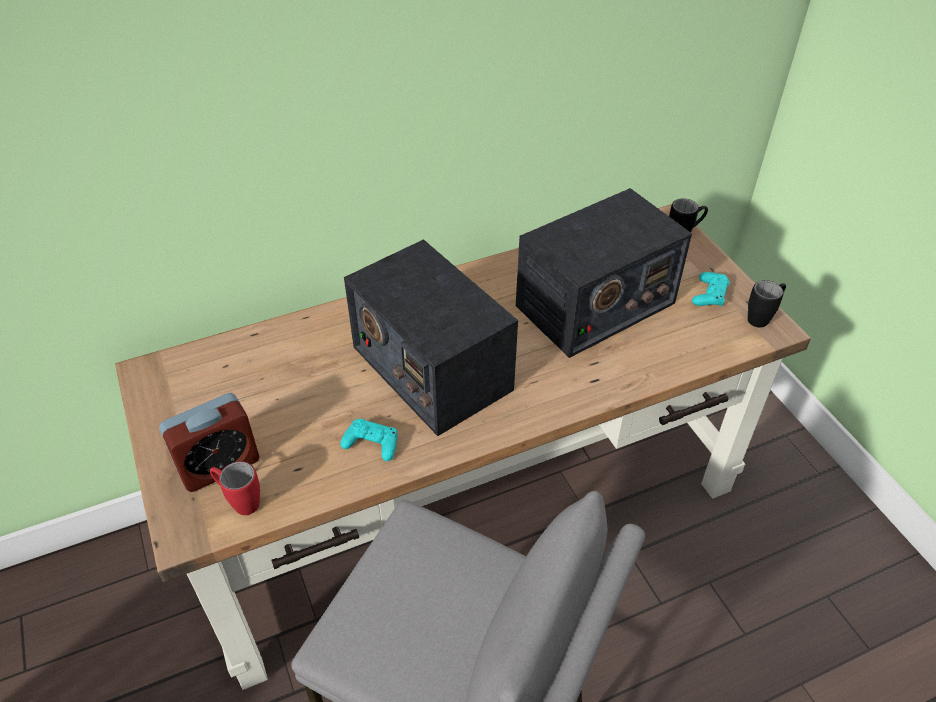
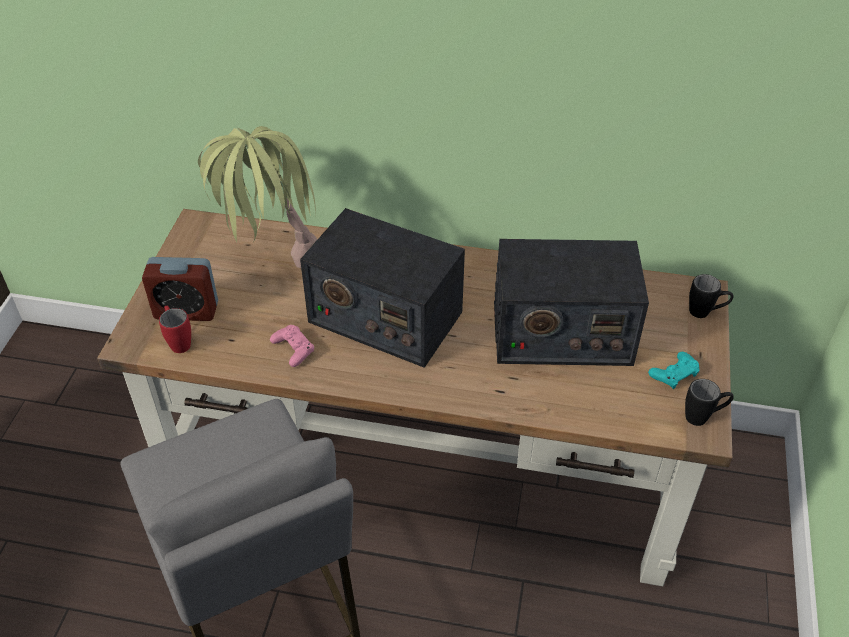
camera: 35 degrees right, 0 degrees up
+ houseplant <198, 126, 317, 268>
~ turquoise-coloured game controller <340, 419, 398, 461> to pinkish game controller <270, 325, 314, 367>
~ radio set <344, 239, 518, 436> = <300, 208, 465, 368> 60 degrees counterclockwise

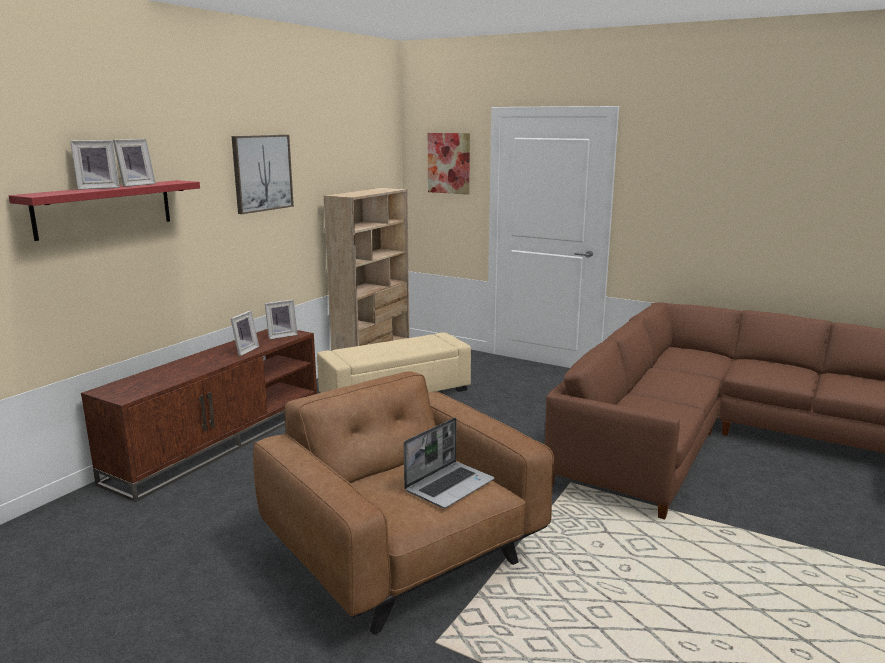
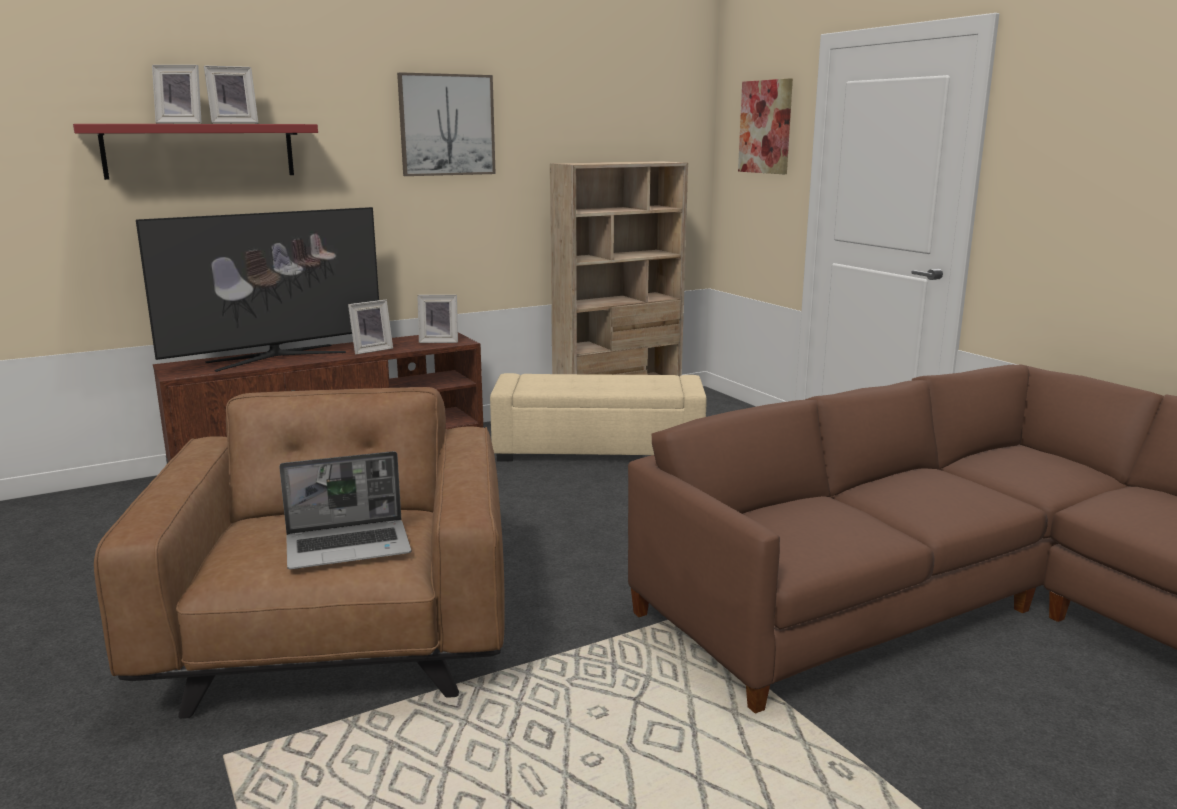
camera: 30 degrees right, 0 degrees up
+ TV set <136, 207, 379, 372>

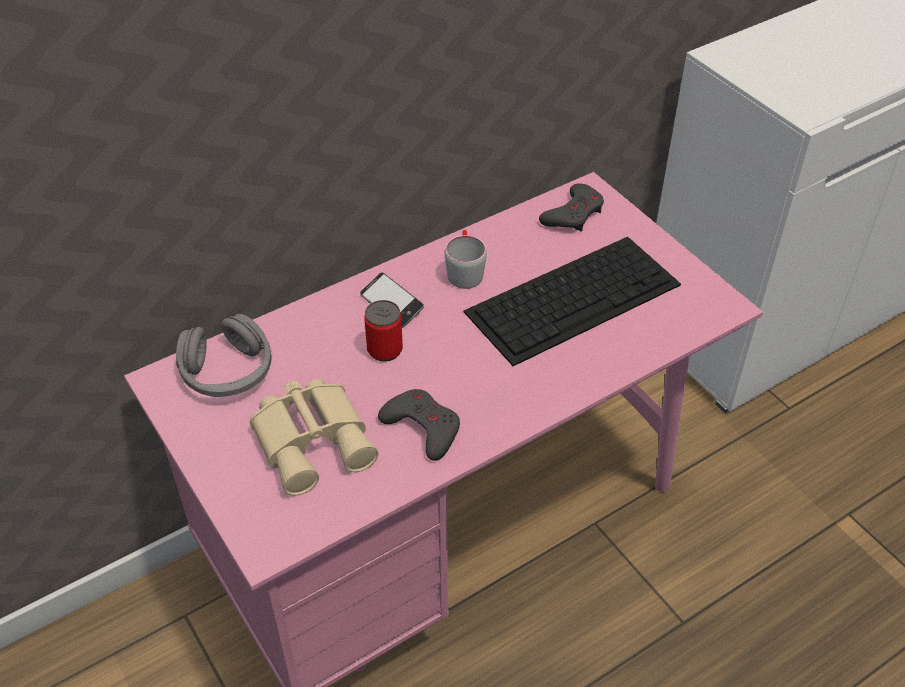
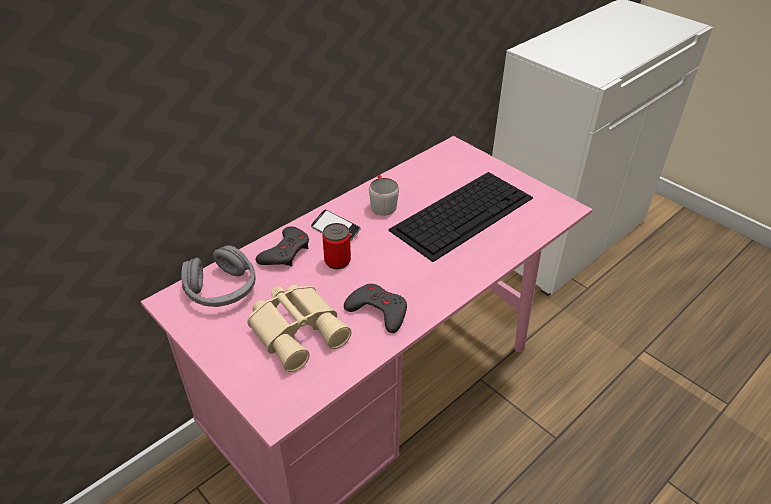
camera: 10 degrees left, 5 degrees down
~ grey game controller <539, 183, 604, 231> to <256, 226, 309, 266>

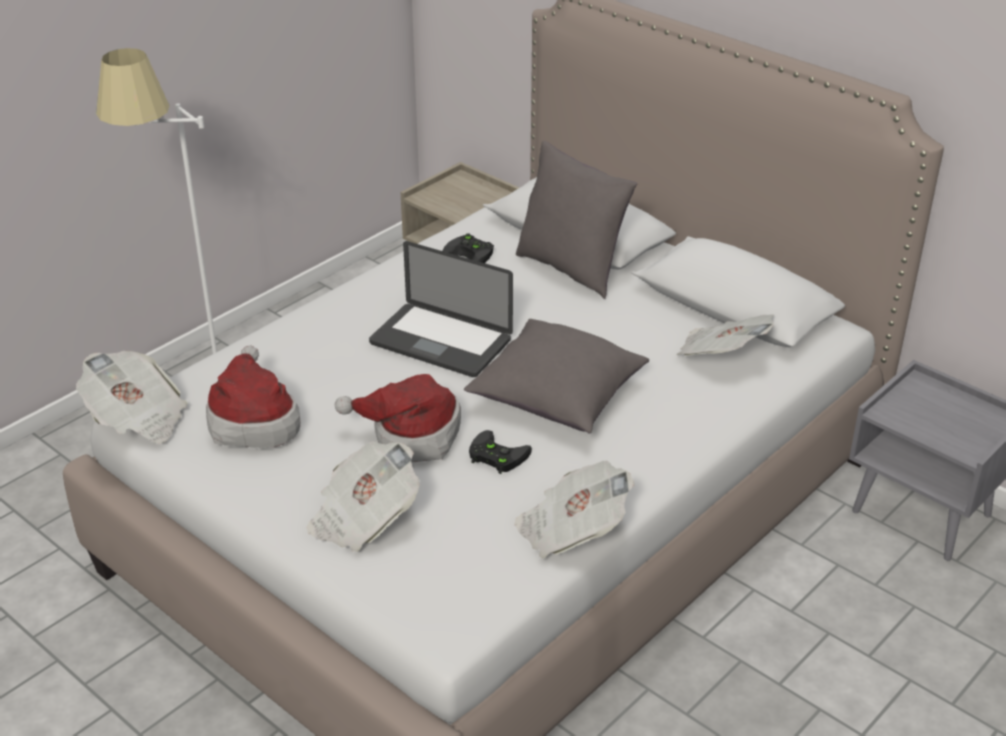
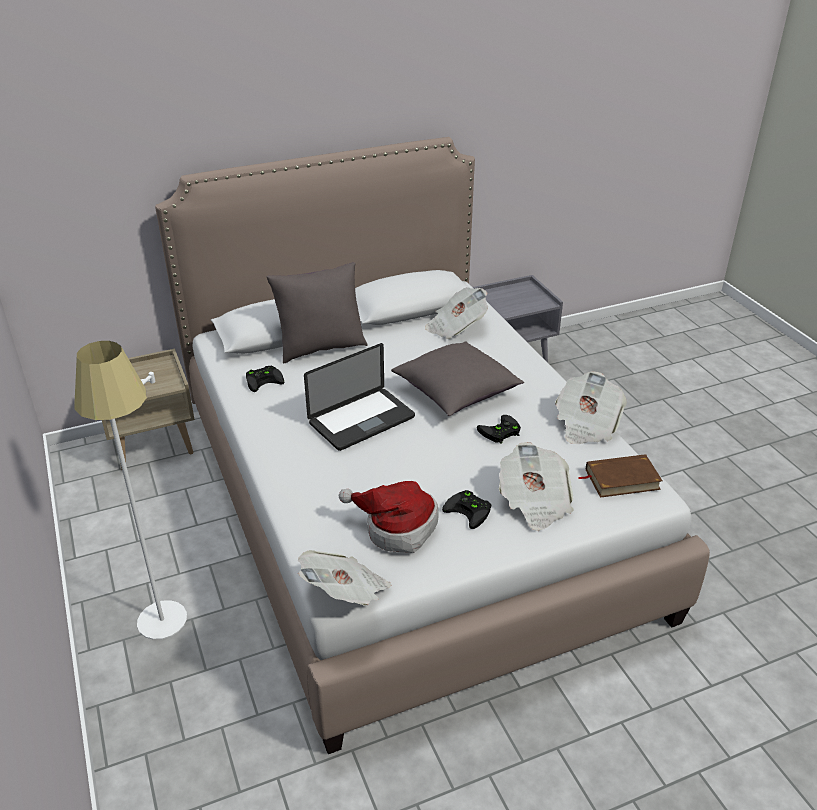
camera: 65 degrees left, 0 degrees up
+ black-coloured game controller <442, 490, 491, 529>
+ brown bound book <578, 454, 663, 498>
- wearable hat <335, 374, 461, 462>

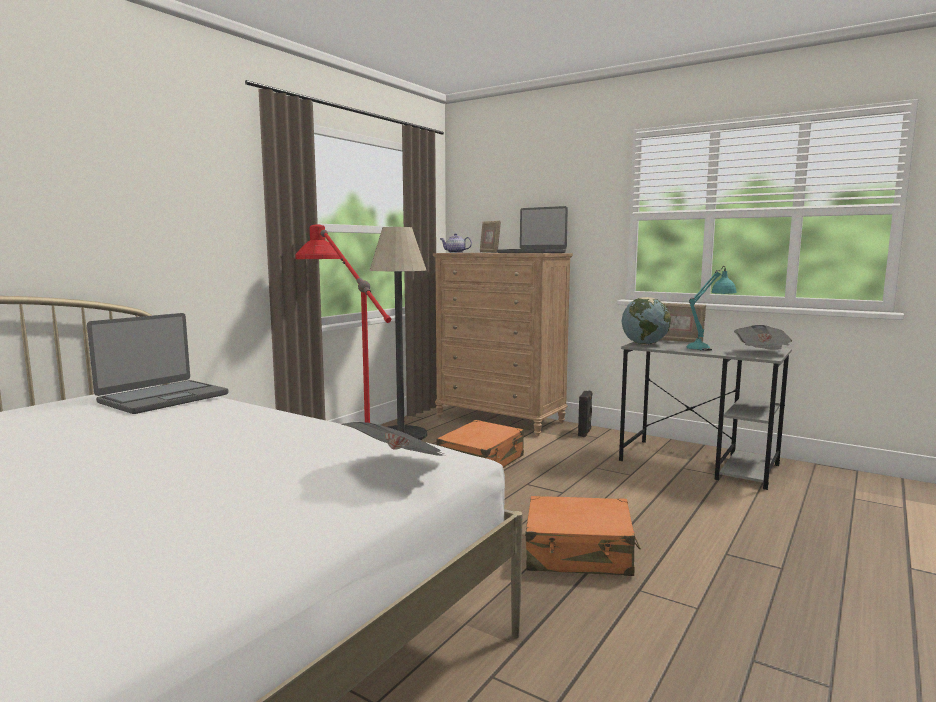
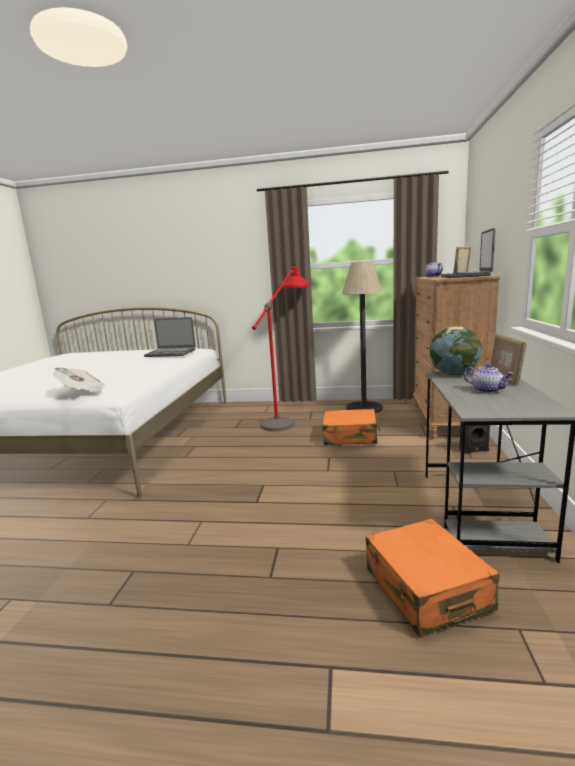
camera: 65 degrees right, 5 degrees up
~ orange travel case <525, 496, 641, 576> to <366, 519, 499, 637>
~ turquoise-coloured lamp for a table <686, 266, 737, 351> to pot for tea <464, 363, 514, 393>
- daily paper <734, 325, 792, 350>

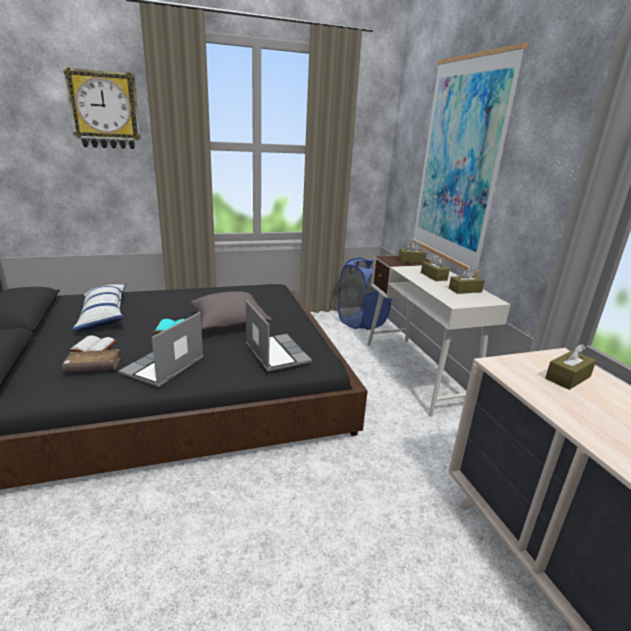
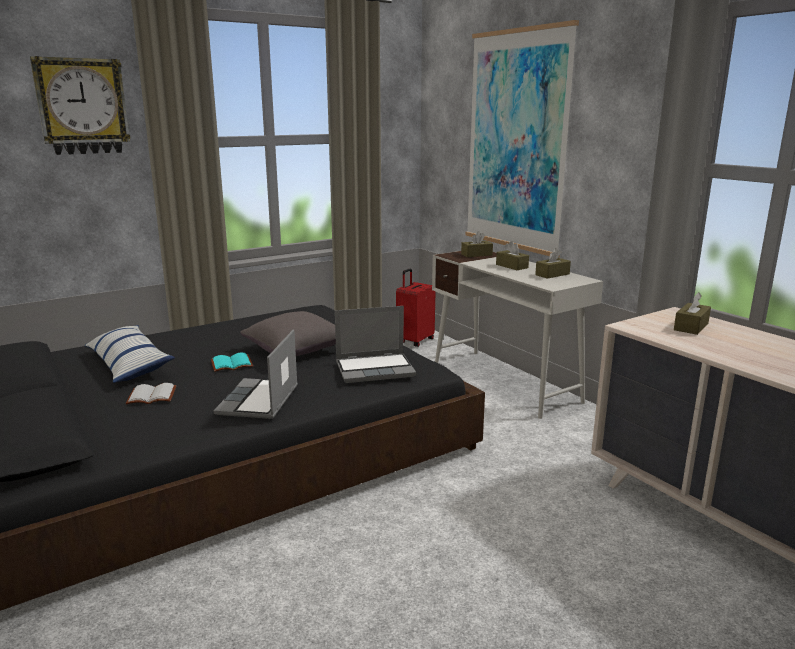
camera: 15 degrees left, 5 degrees down
~ portable computer <246, 300, 312, 372> = <335, 306, 416, 383> 120 degrees clockwise
~ bluish laundry basket <338, 257, 392, 330> to reddish travel case <396, 268, 436, 347>
- brown bound book <62, 349, 121, 373>

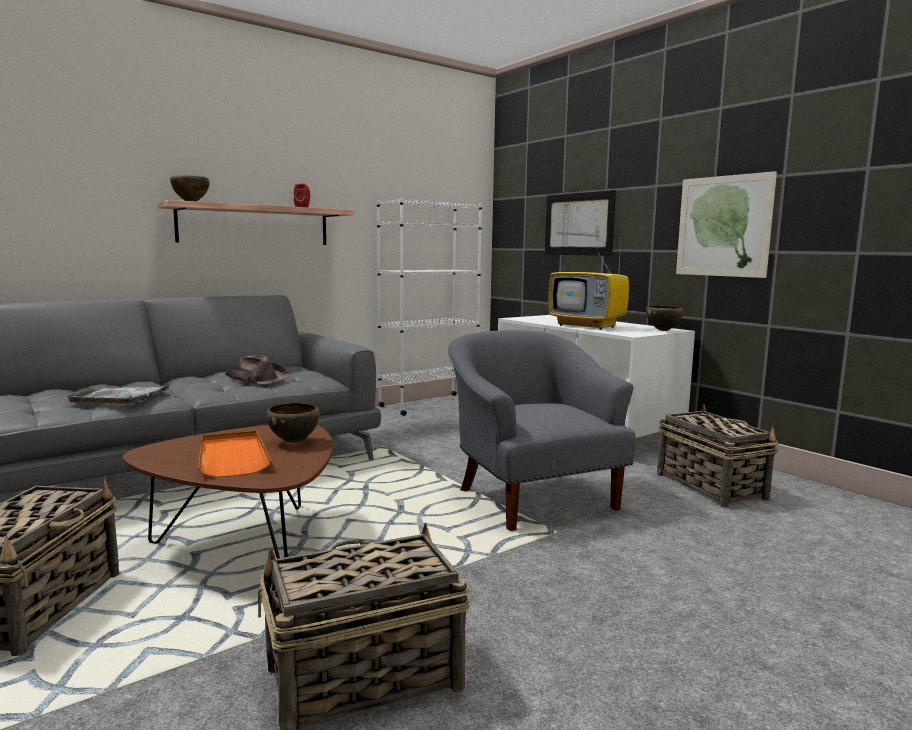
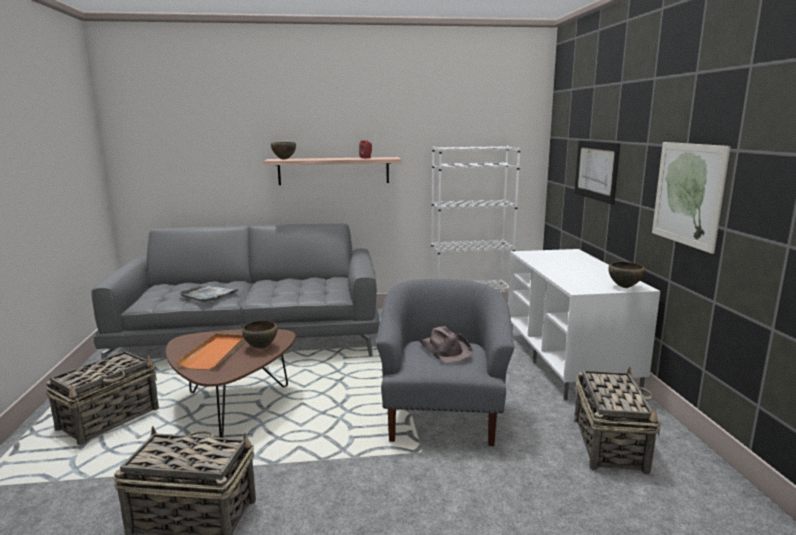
camera: 30 degrees right, 5 degrees up
~ brown wearable hat <225, 355, 289, 385> to <419, 326, 473, 363>
- TV set <548, 244, 629, 330>

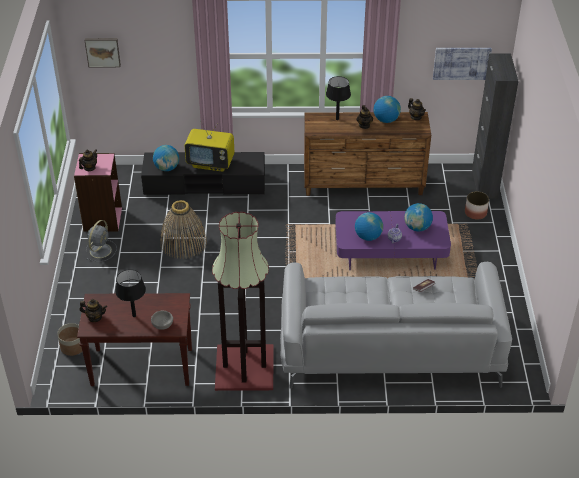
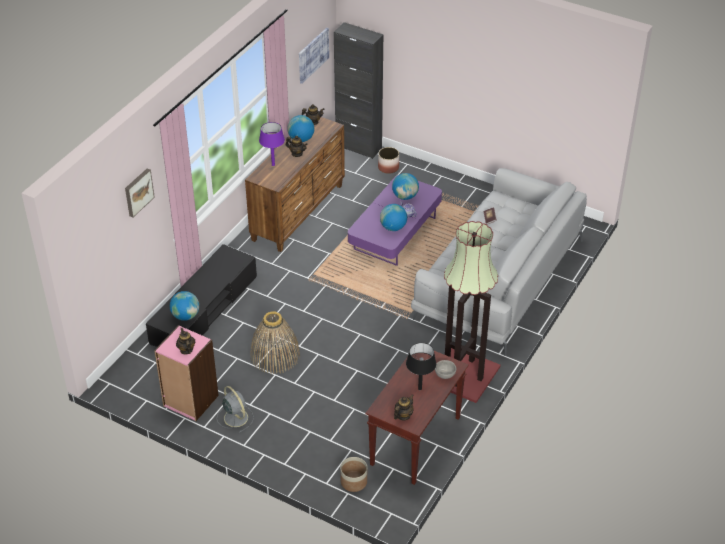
camera: 60 degrees left, 0 degrees up
~ wall art <84, 38, 121, 67> to <125, 168, 155, 217>
~ black-coloured lamp for a table <326, 76, 351, 120> to purple lamp for a table <259, 122, 285, 166>
- TV set <184, 120, 234, 172>

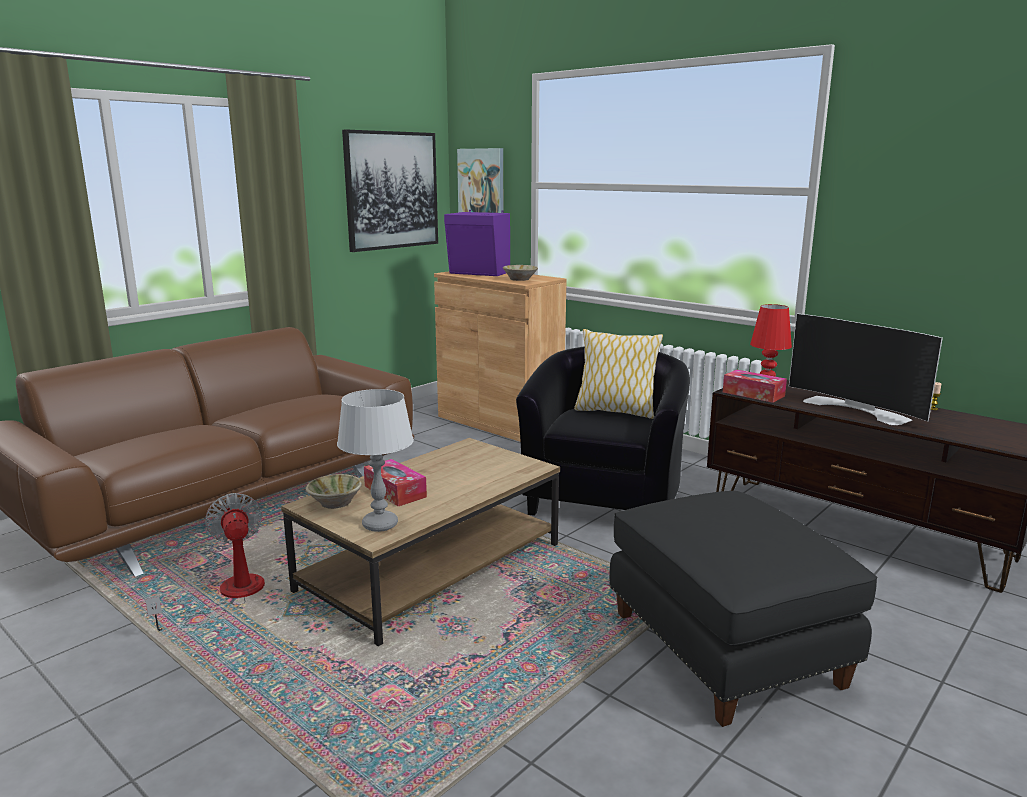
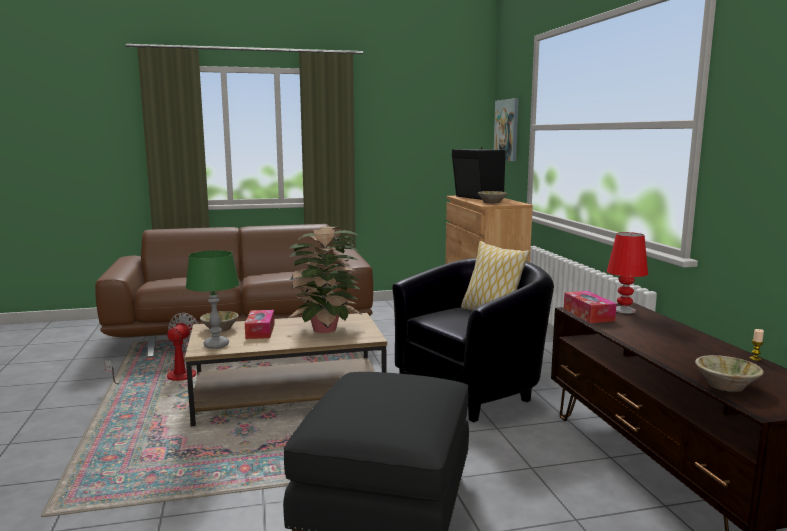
camera: 35 degrees right, 5 degrees down
~ grey lamp for a table <337, 389, 414, 532> to green lamp for a table <186, 250, 240, 349>
+ houseplant <286, 226, 363, 333>
~ purple loudspeaker <444, 210, 510, 276> to black-coloured loudspeaker <452, 147, 506, 200>
+ beige deep dish <695, 355, 764, 392>
- wall art <342, 130, 438, 252>
- TV set <789, 313, 943, 425>

